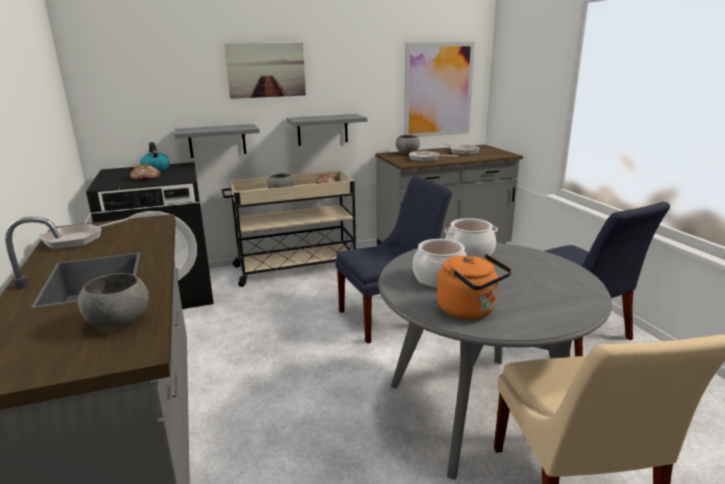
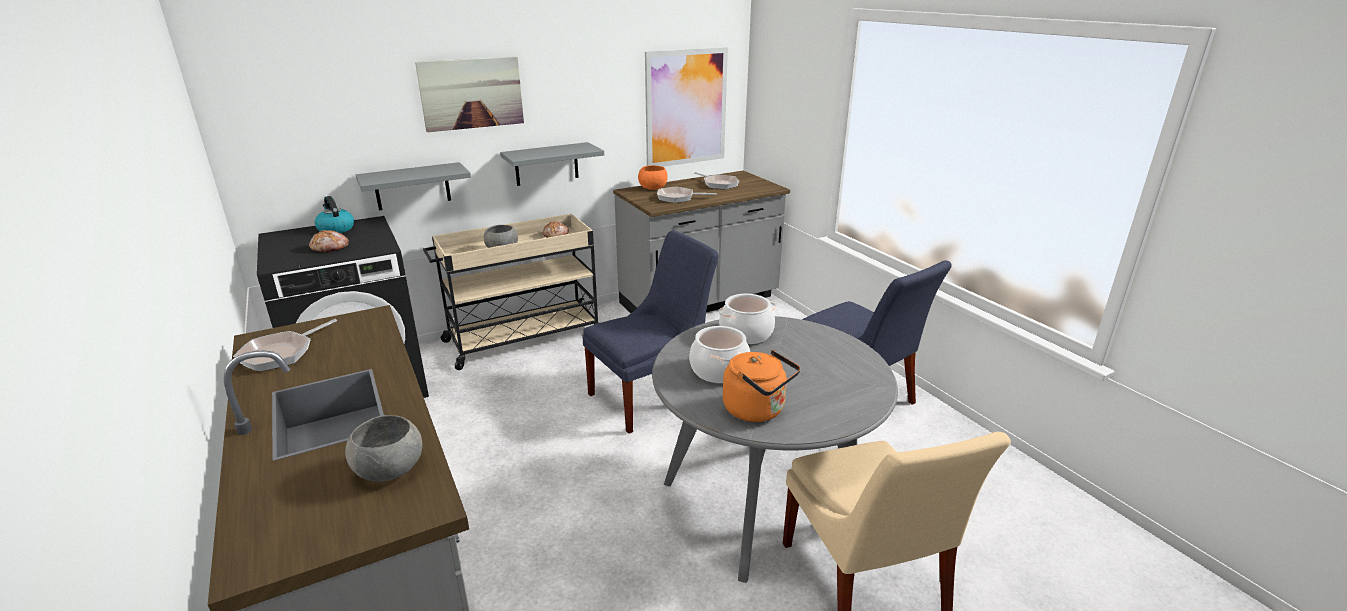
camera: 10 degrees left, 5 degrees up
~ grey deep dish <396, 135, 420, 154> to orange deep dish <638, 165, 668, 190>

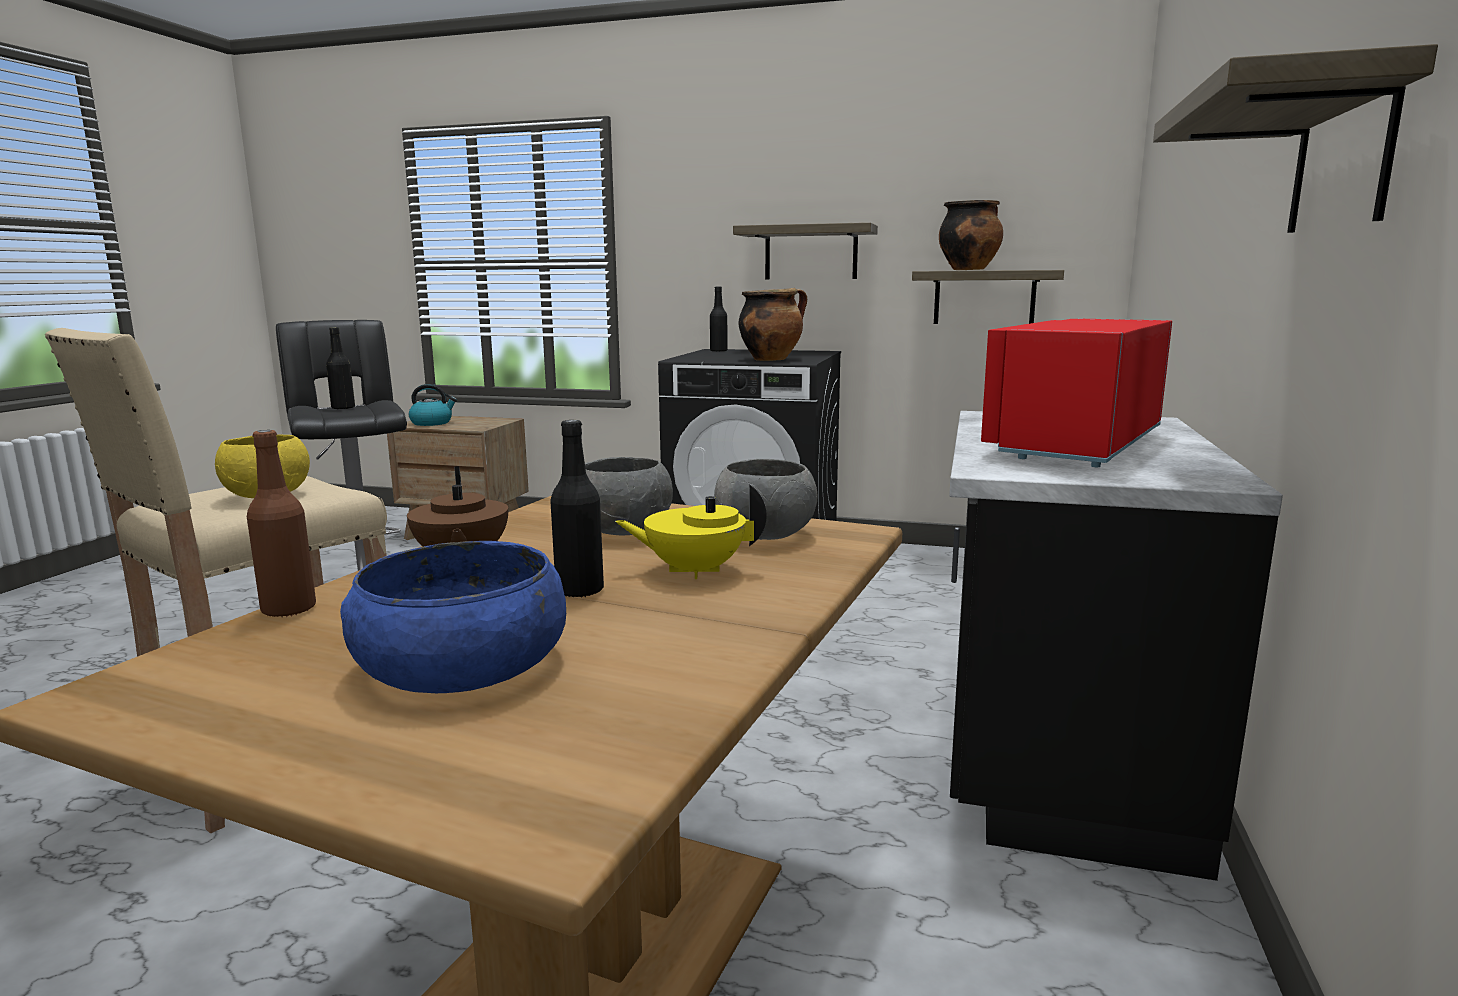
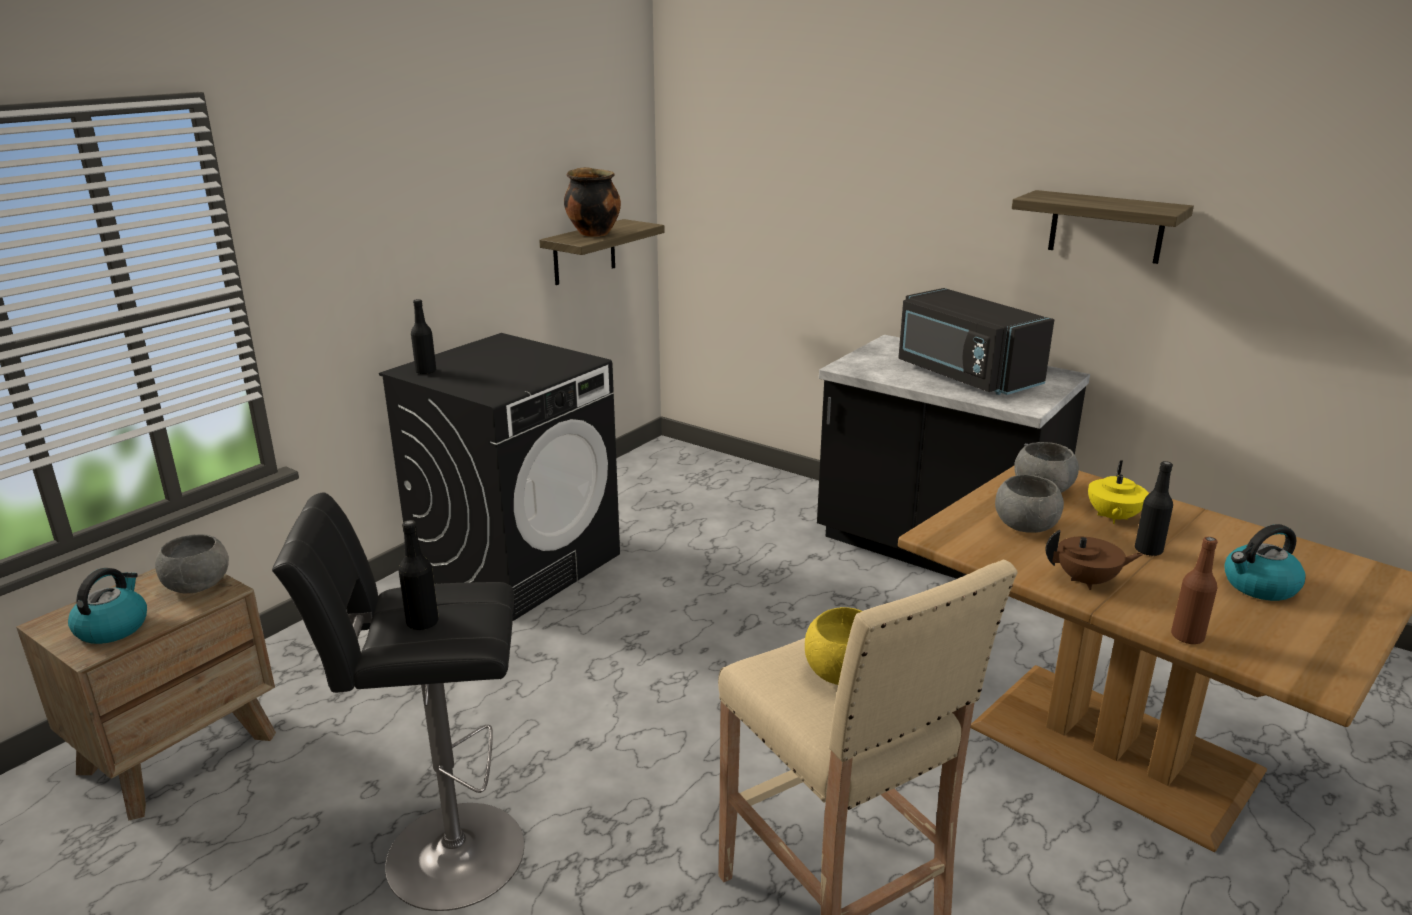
camera: 70 degrees left, 10 degrees up
+ grey deep dish <155, 534, 229, 593>
~ reddish microwave <981, 319, 1172, 467> to black-coloured microwave <898, 288, 1054, 395>
~ bluish deep dish <340, 541, 566, 693> to kettle <1224, 524, 1306, 601>
- bracket shelf <733, 222, 878, 279>
- stockpot <738, 288, 807, 361>

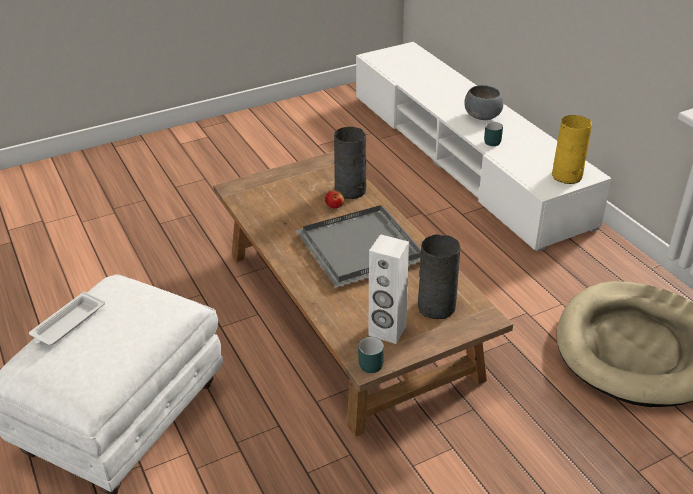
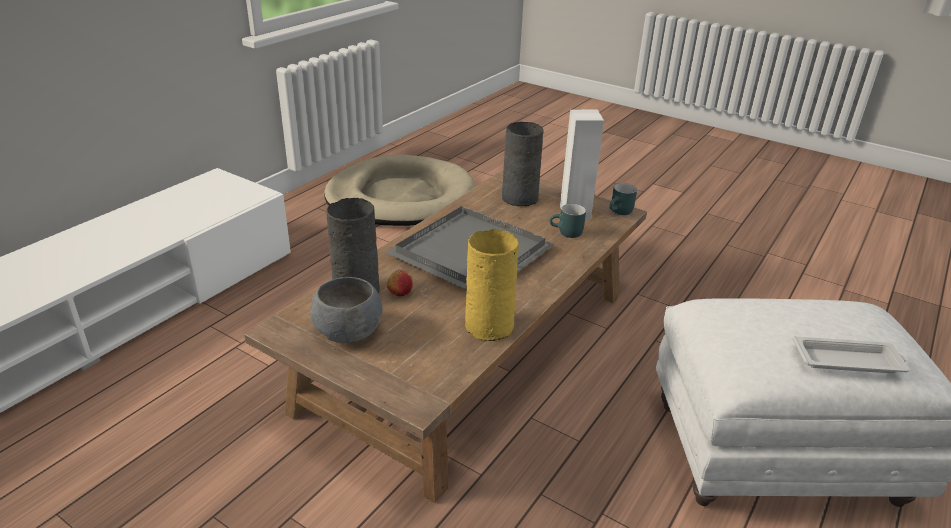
camera: 120 degrees left, 5 degrees down
~ grey deep dish <465, 85, 503, 120> to <310, 277, 382, 343>
~ yellow-coloured decorative vase <552, 115, 592, 184> to <465, 229, 519, 341>
~ turquoise-coloured coffee mug <484, 122, 503, 146> to <550, 204, 586, 238>

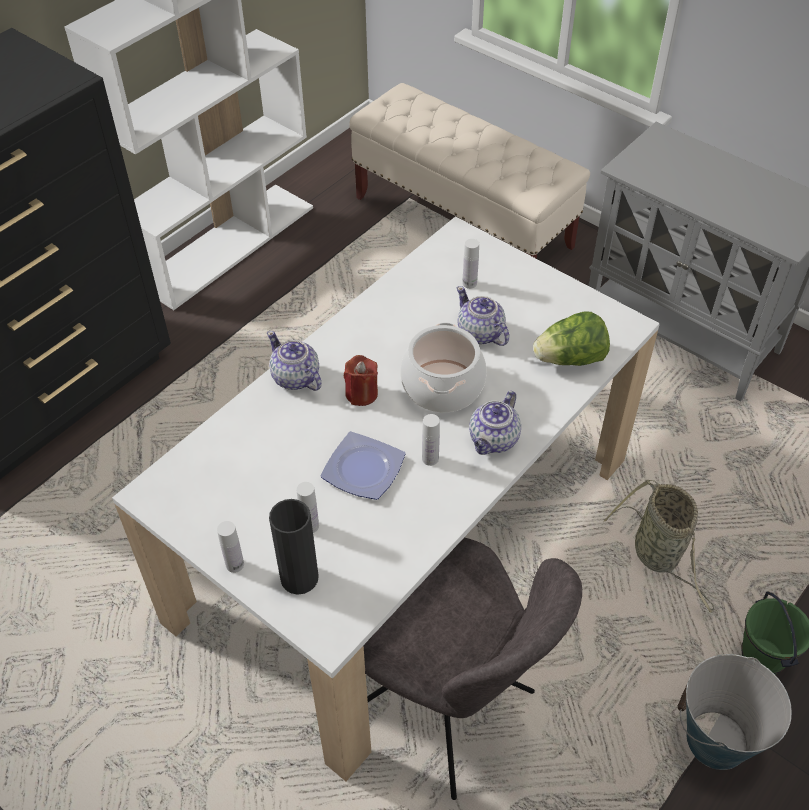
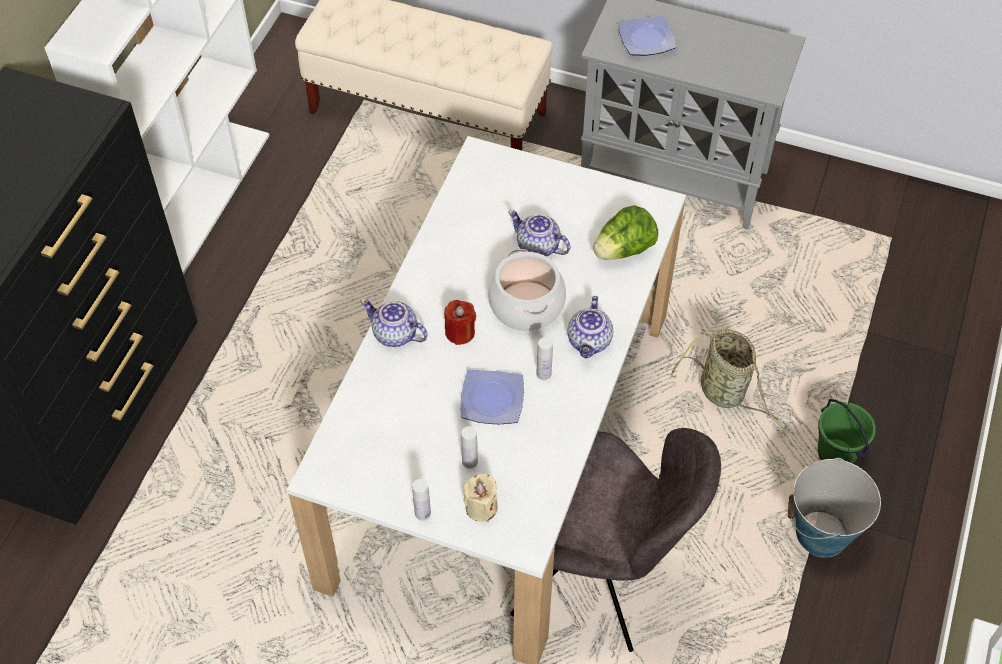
camera: 20 degrees left, 5 degrees up
~ black-coloured decorative vase <269, 499, 319, 595> to beige wax candle <463, 473, 498, 522>
+ plate <618, 15, 676, 56>
- white-coloured beverage bottle <462, 239, 479, 289>

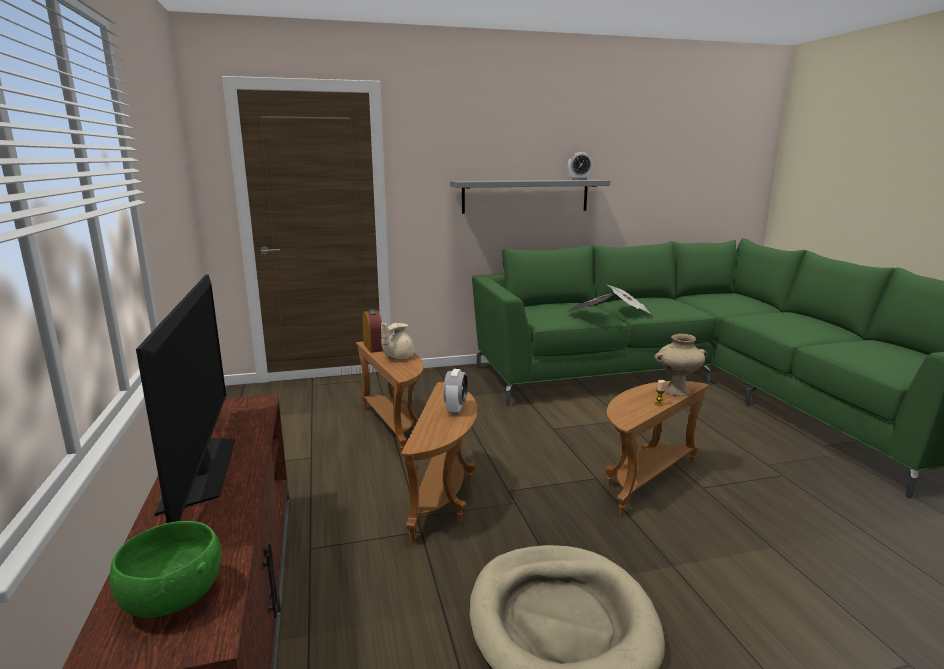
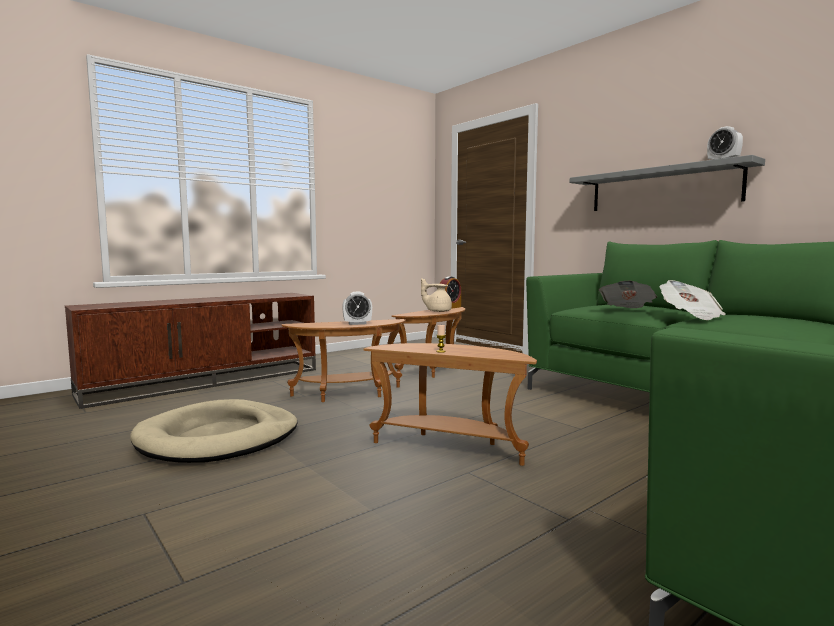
camera: 65 degrees right, 10 degrees down
- green deep dish <110, 521, 221, 618>
- TV set <136, 274, 235, 523>
- beige decorative vase <655, 334, 707, 396>

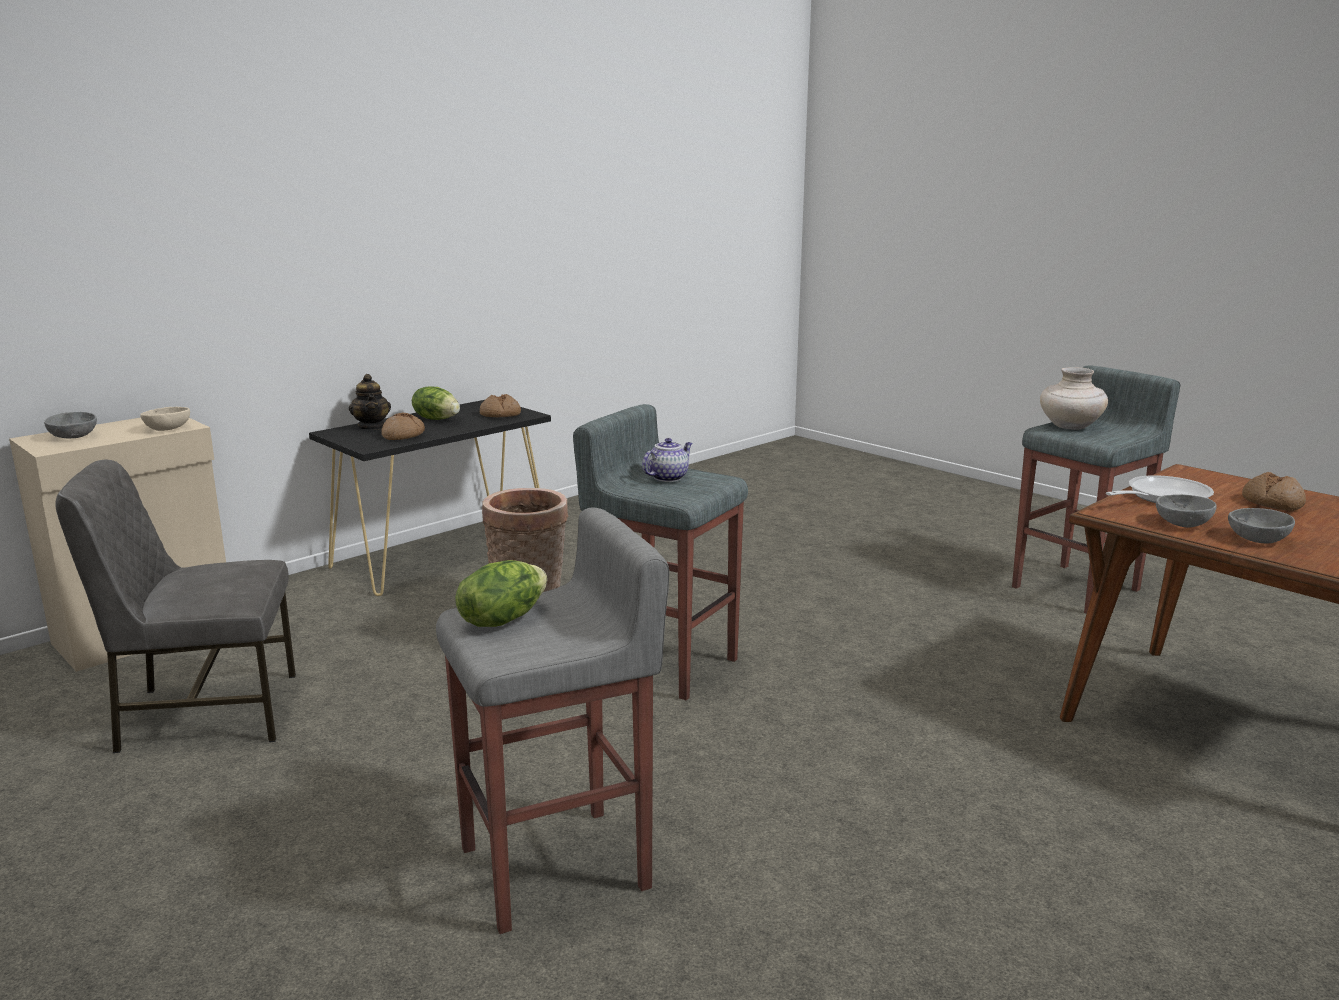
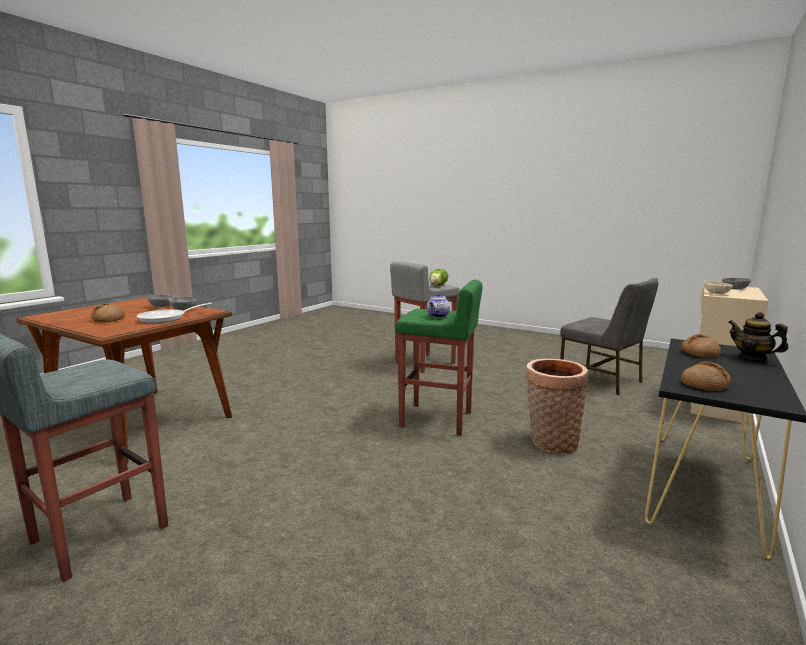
camera: 165 degrees right, 5 degrees down
~ grey sitting stool <573, 404, 748, 700> to green sitting stool <395, 280, 482, 436>
~ grey chair <55, 460, 296, 753> = <560, 278, 659, 395> 75 degrees clockwise
- lettuce <412, 387, 460, 420>
- beige decorative vase <1040, 367, 1108, 430>

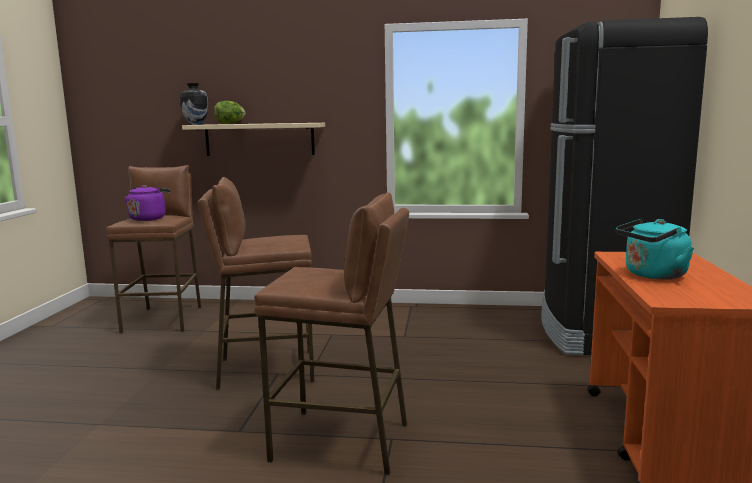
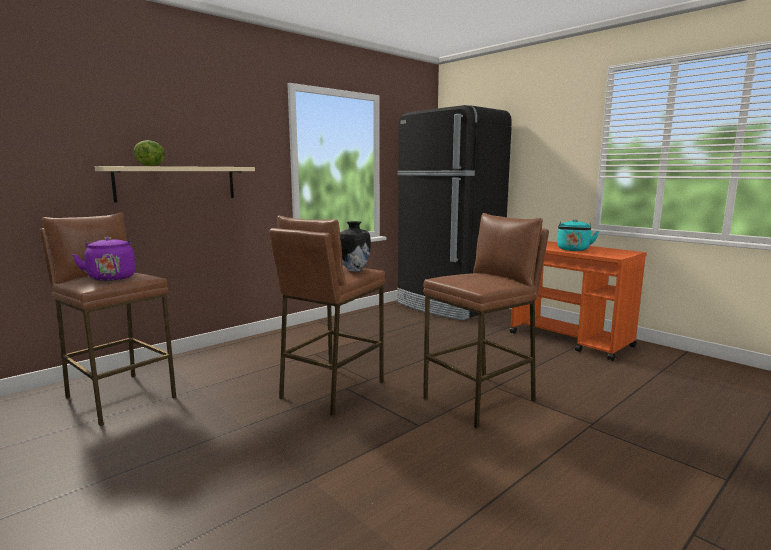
camera: 50 degrees left, 0 degrees up
~ decorative vase <180, 83, 208, 125> to <340, 221, 371, 272>

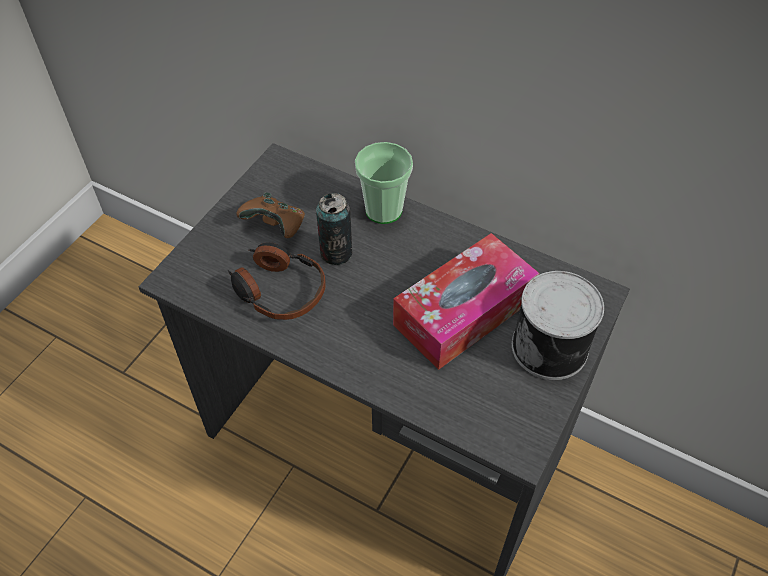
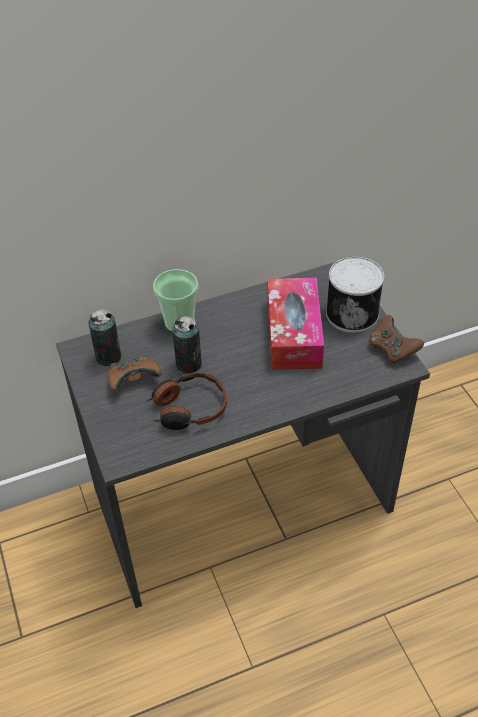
camera: 50 degrees left, 5 degrees down
+ can <88, 309, 121, 366>
+ brown game controller <369, 315, 424, 363>

